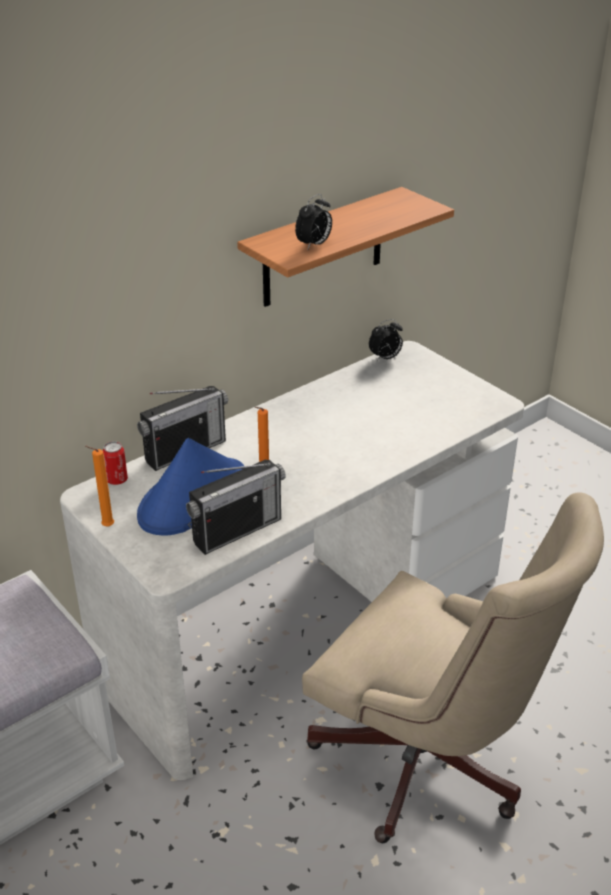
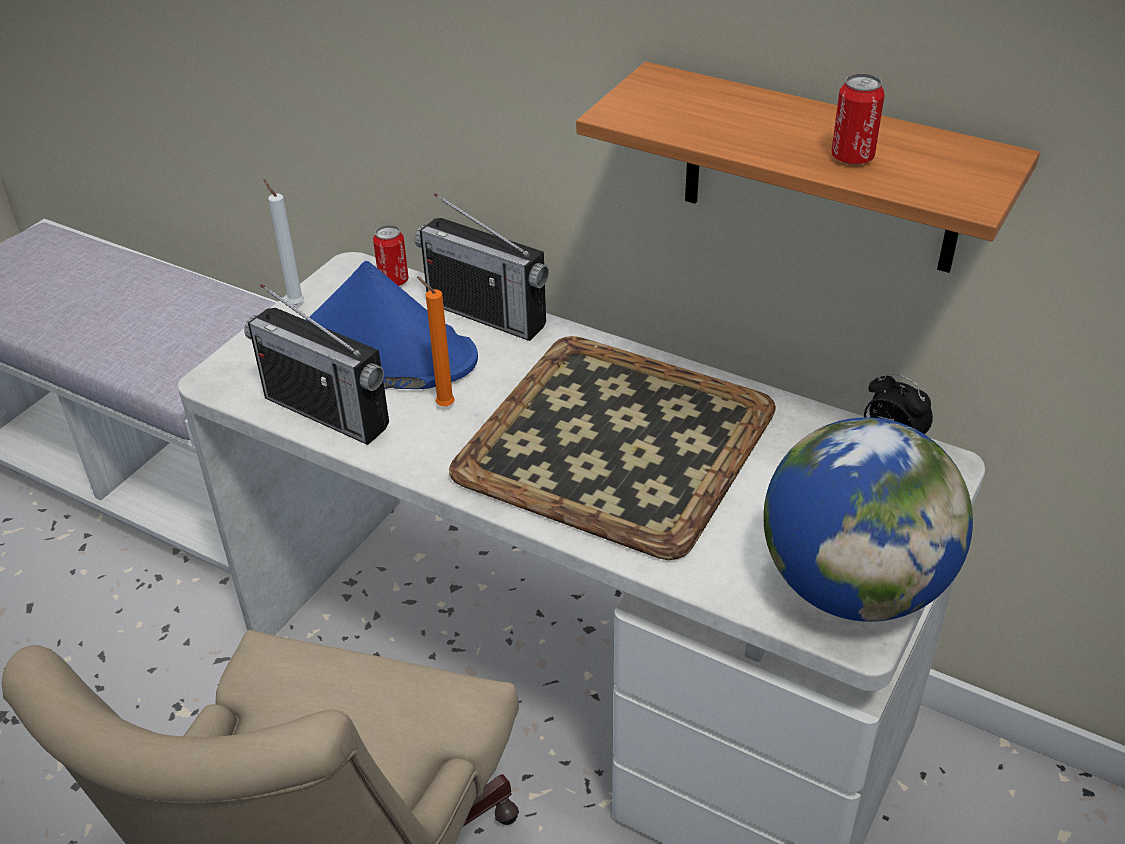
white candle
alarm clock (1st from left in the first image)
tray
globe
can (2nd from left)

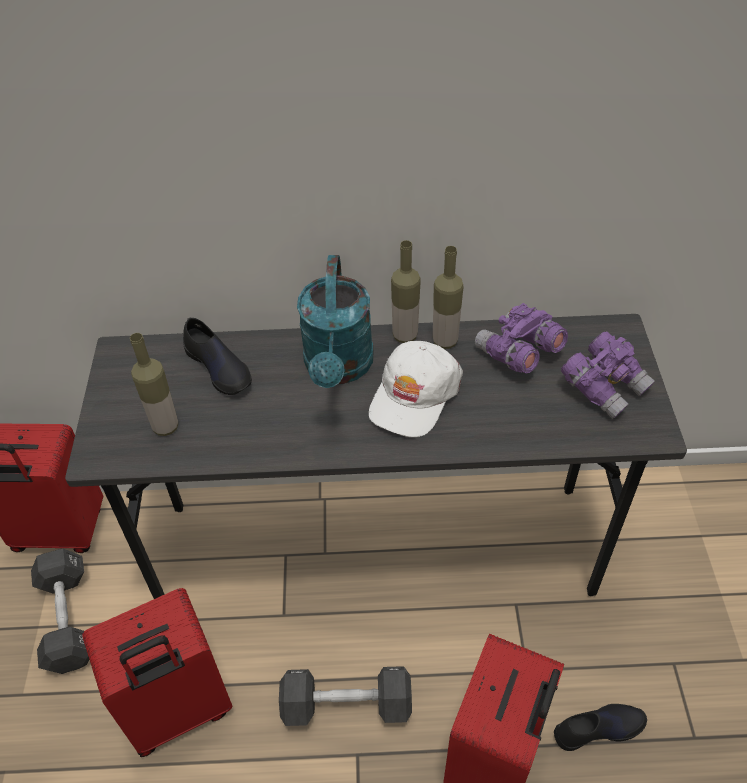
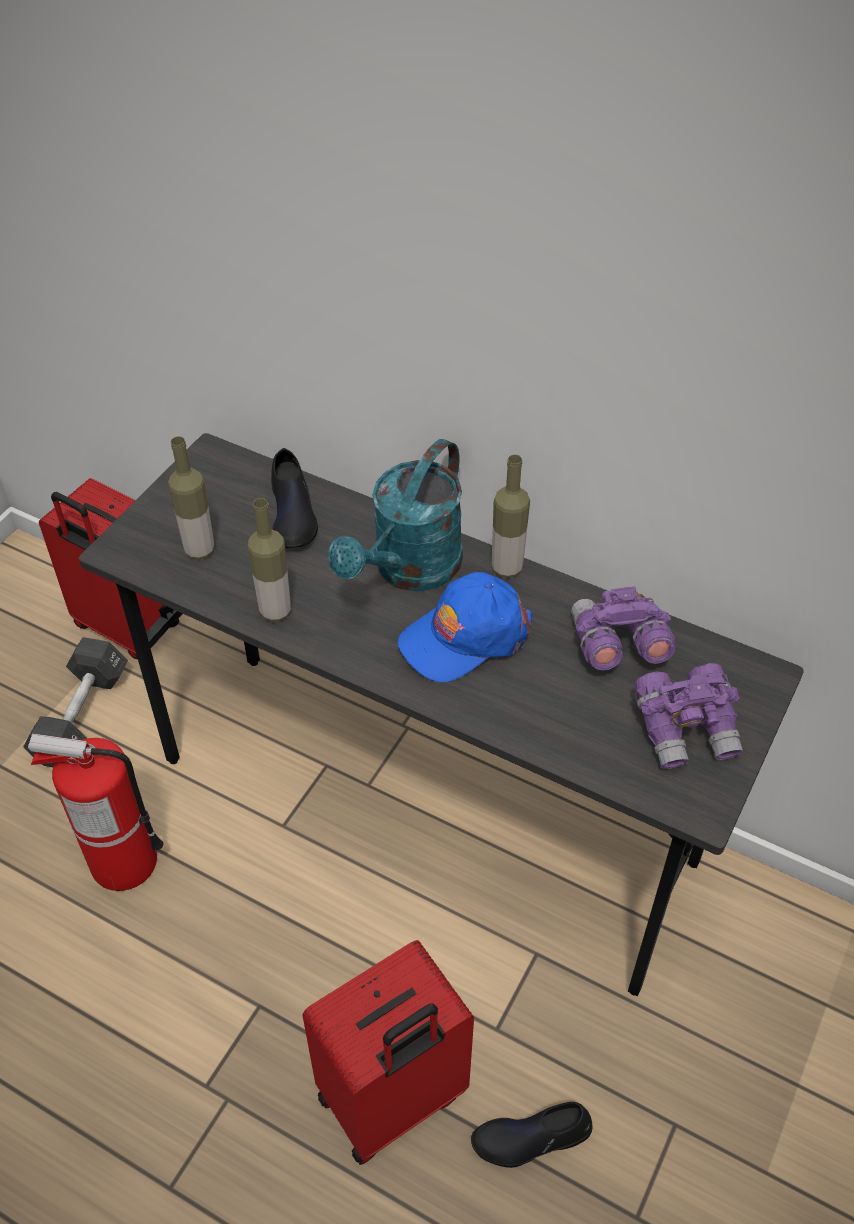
fire extinguisher
black dumbbell (2nd from left in the first image)
blue cap
bottle (2nd from left)
black shoe (2nd from left)

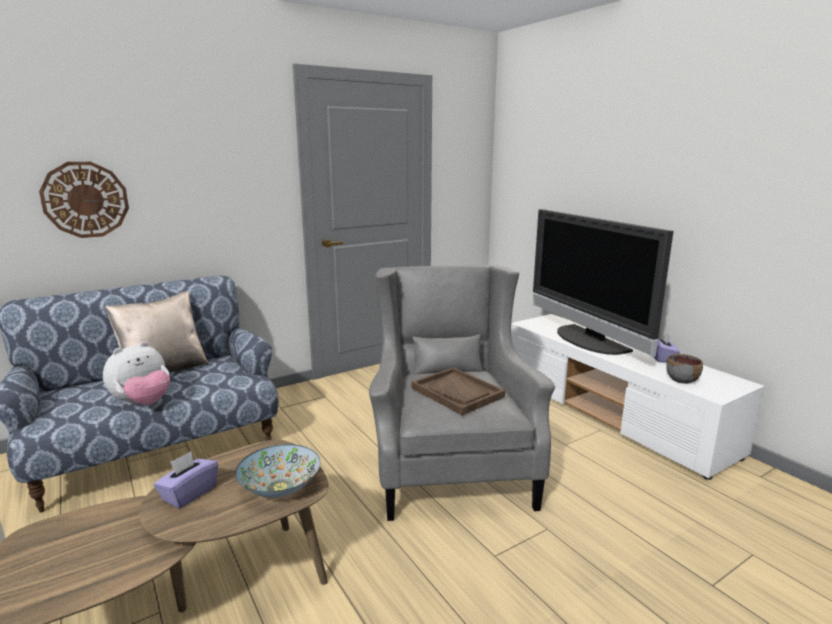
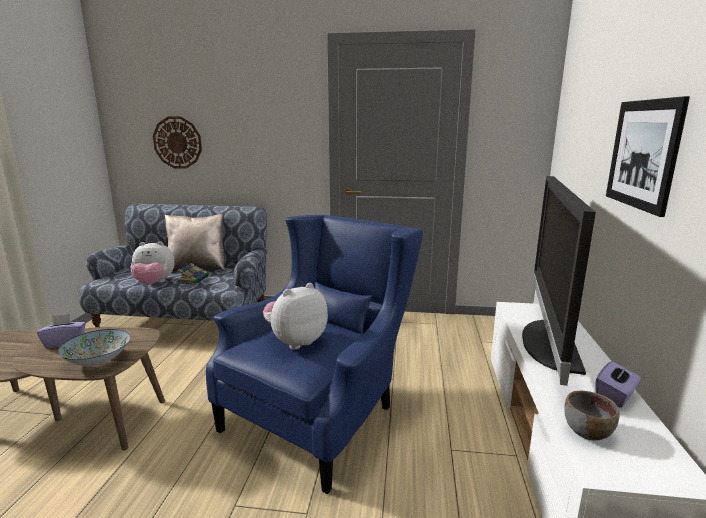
blue armchair
plush toy (2nd from left)
book
picture

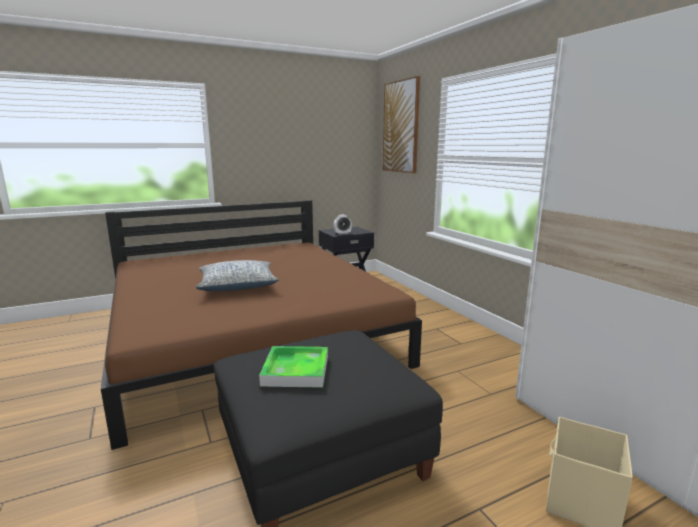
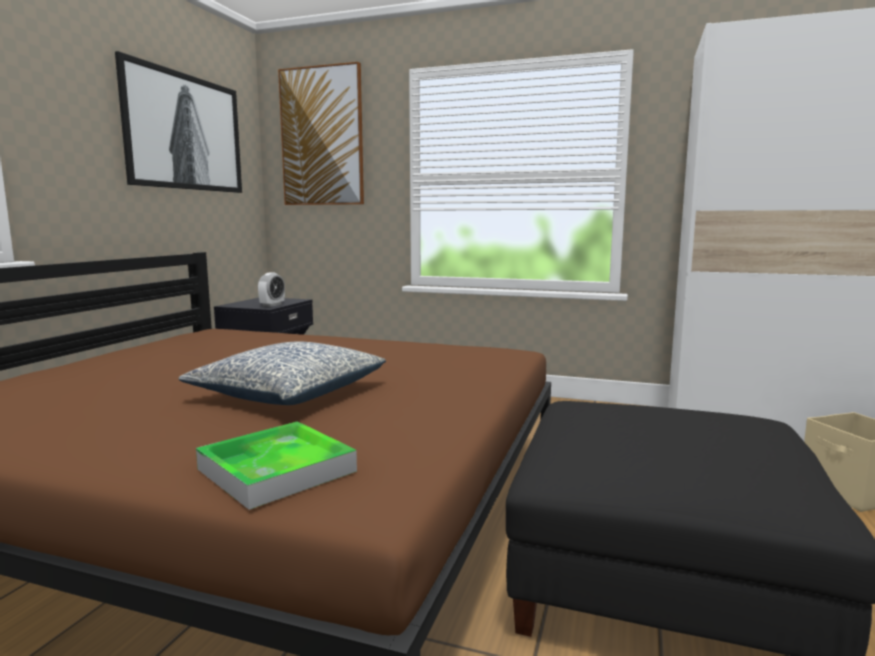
tray
picture (1st from left)

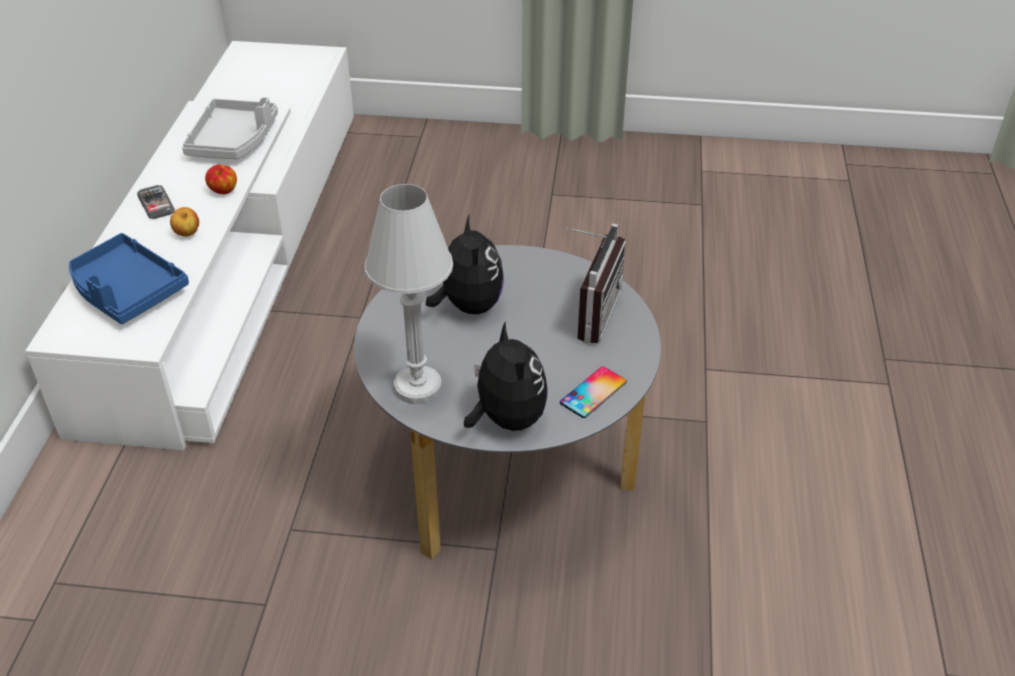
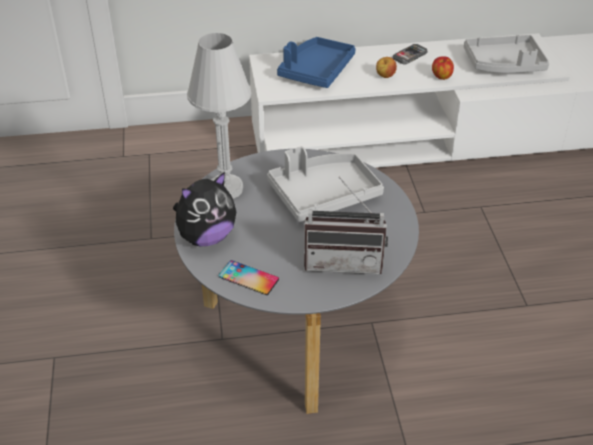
grey tray (1st from left)

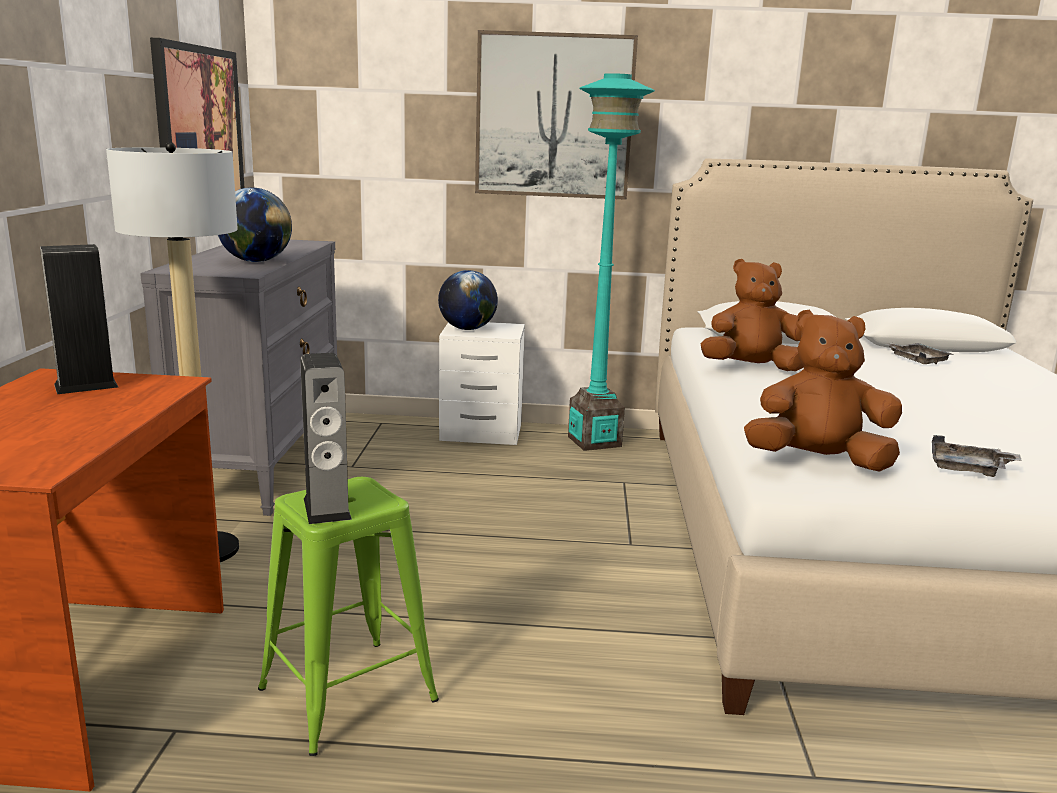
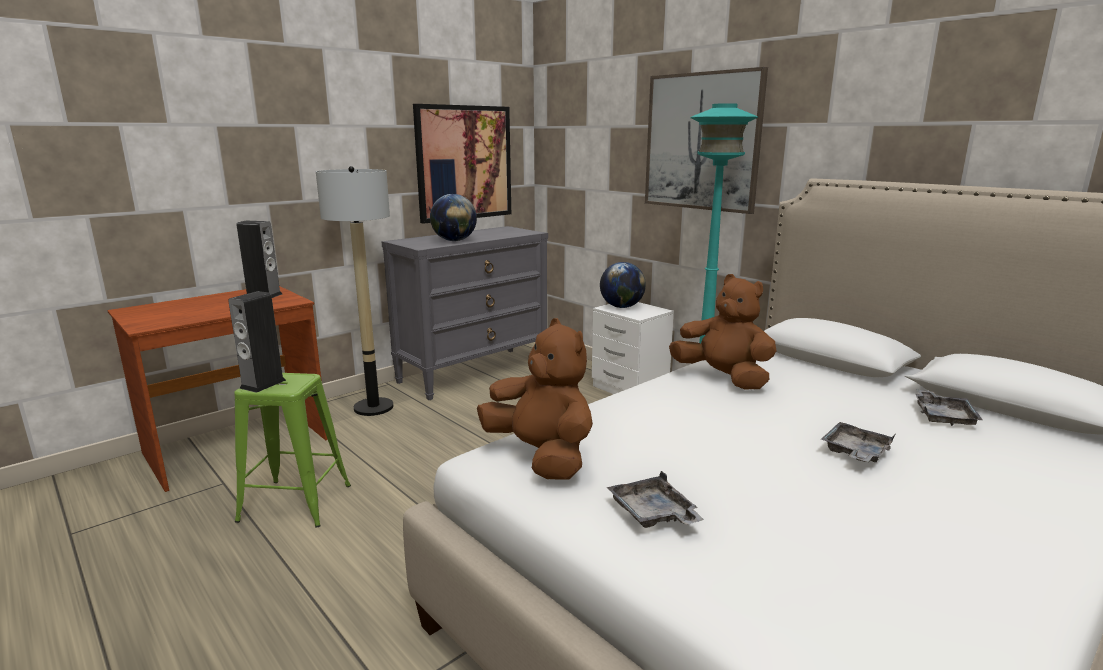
grey tray (2nd from left)

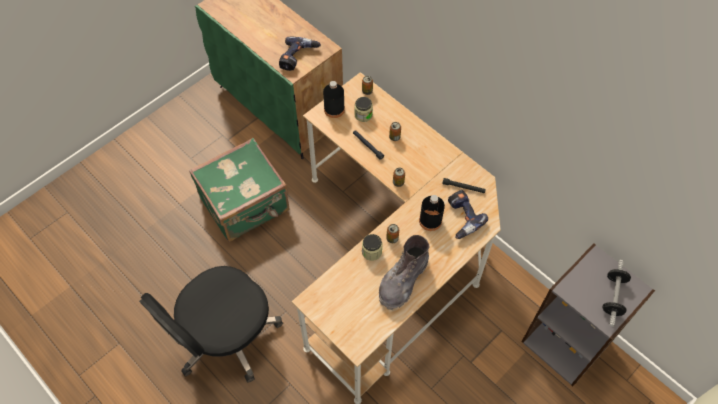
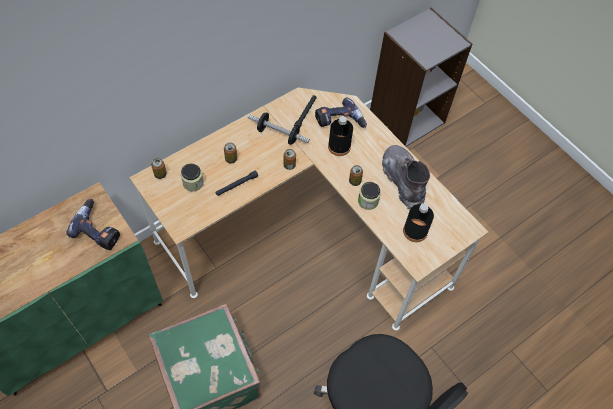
black bottle (2nd from left)
grey boot
dumbbell

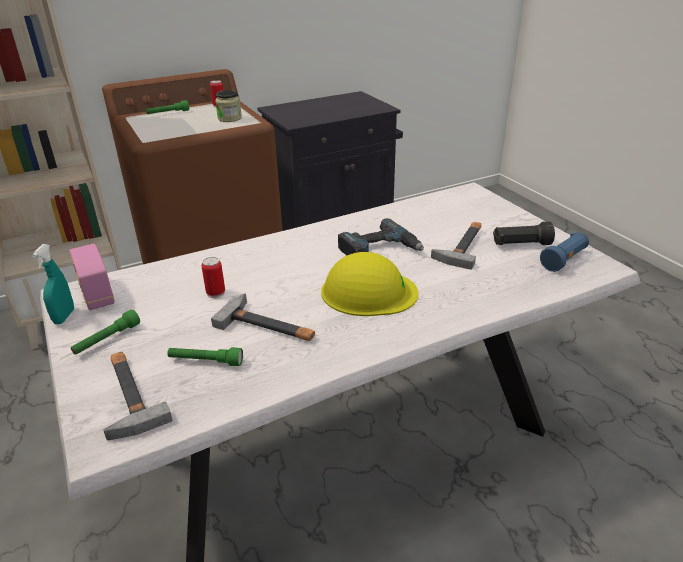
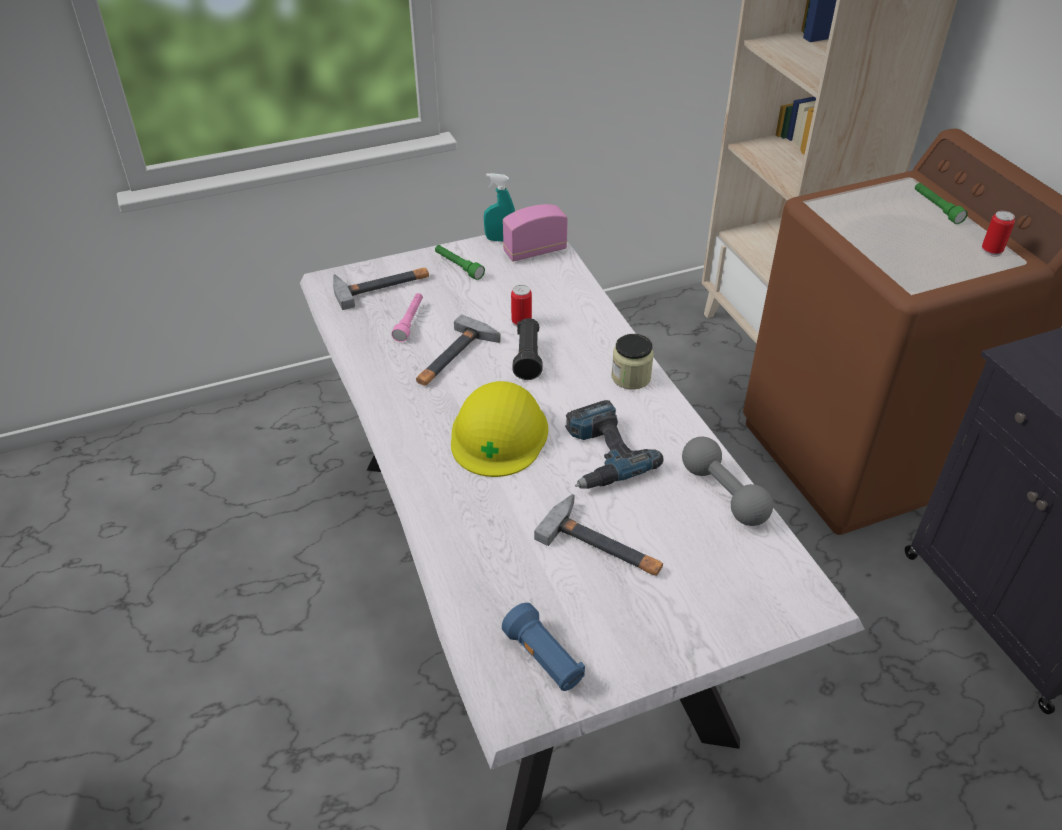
pink flashlight
jar
black flashlight
grey dumbbell

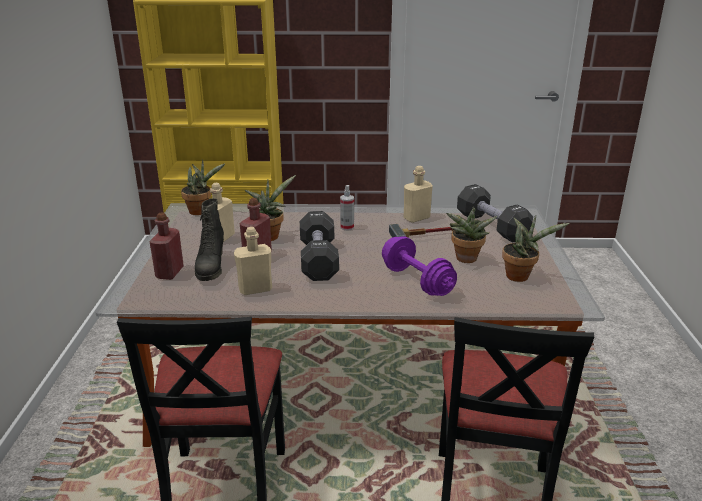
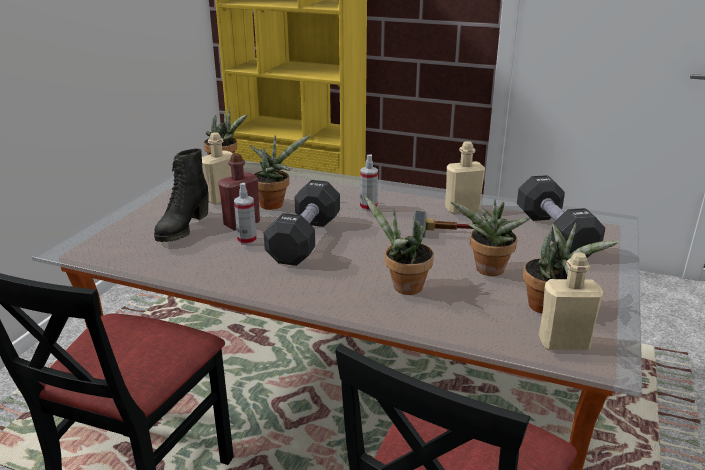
red bottle (1st from left in the first image)
beige bottle (3rd from left)
potted plant (3rd from left)
spray bottle (1st from left)

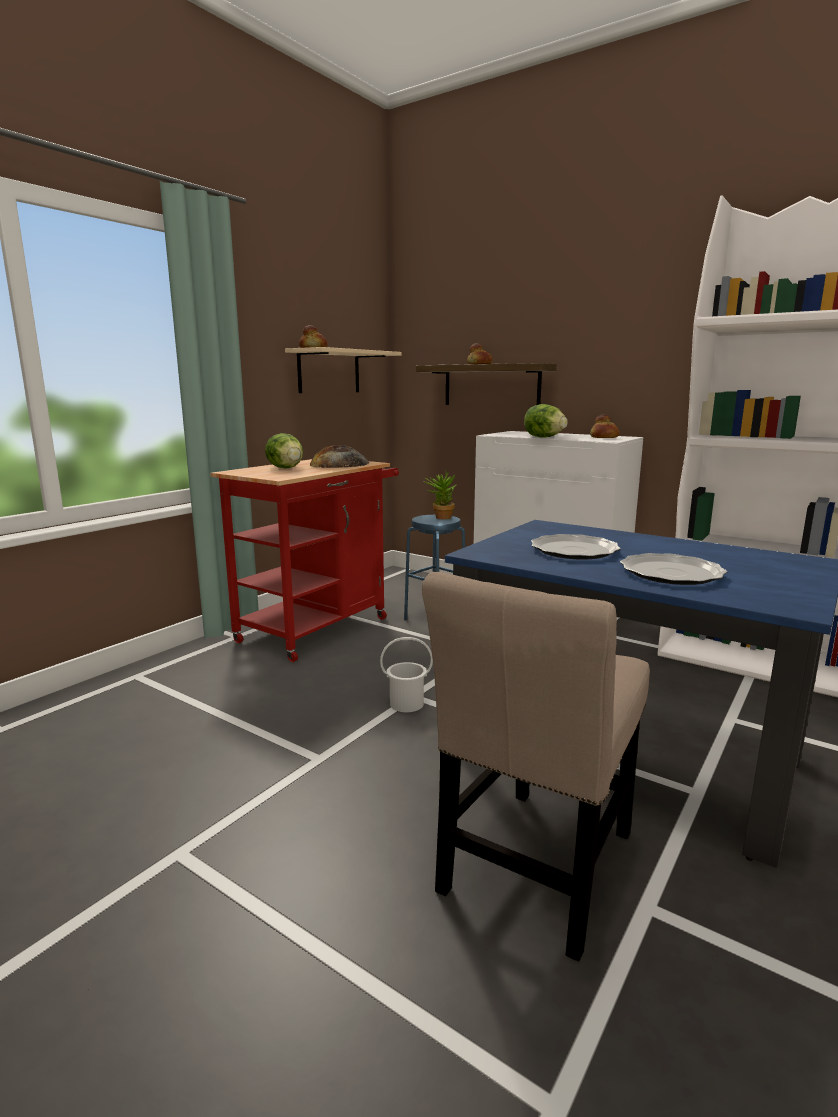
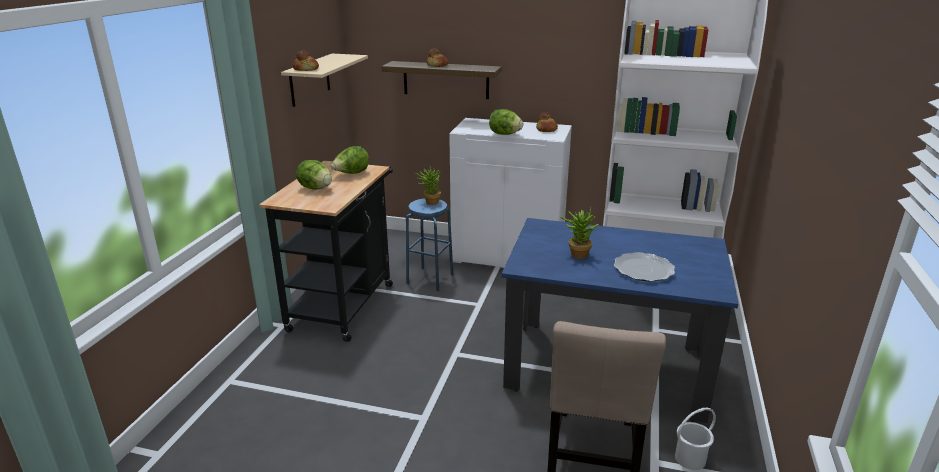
black cart
lettuce (2nd from left)
white bucket
potted plant (2nd from left)

